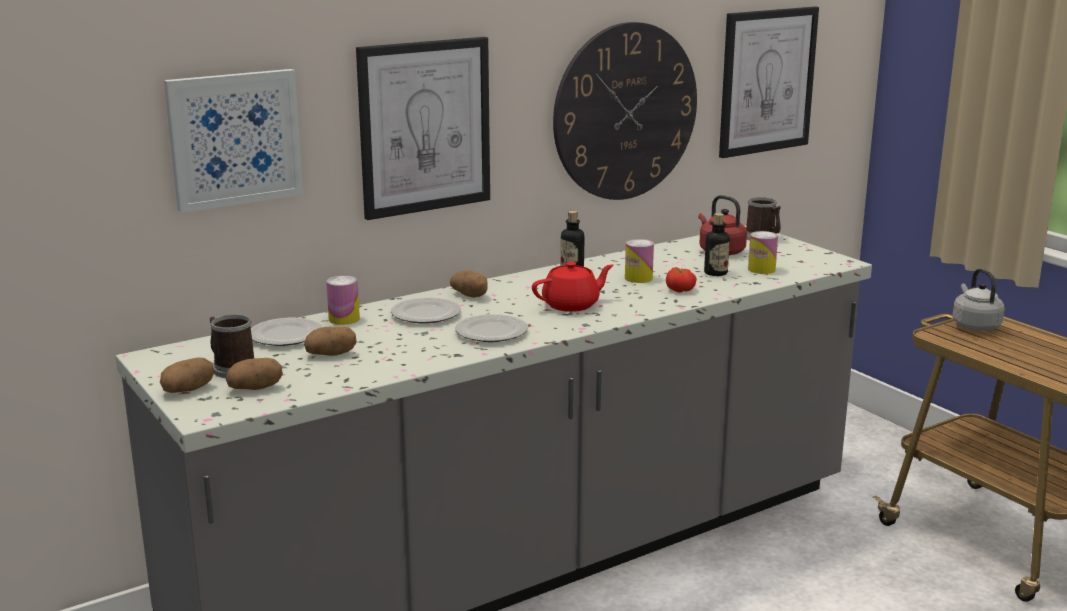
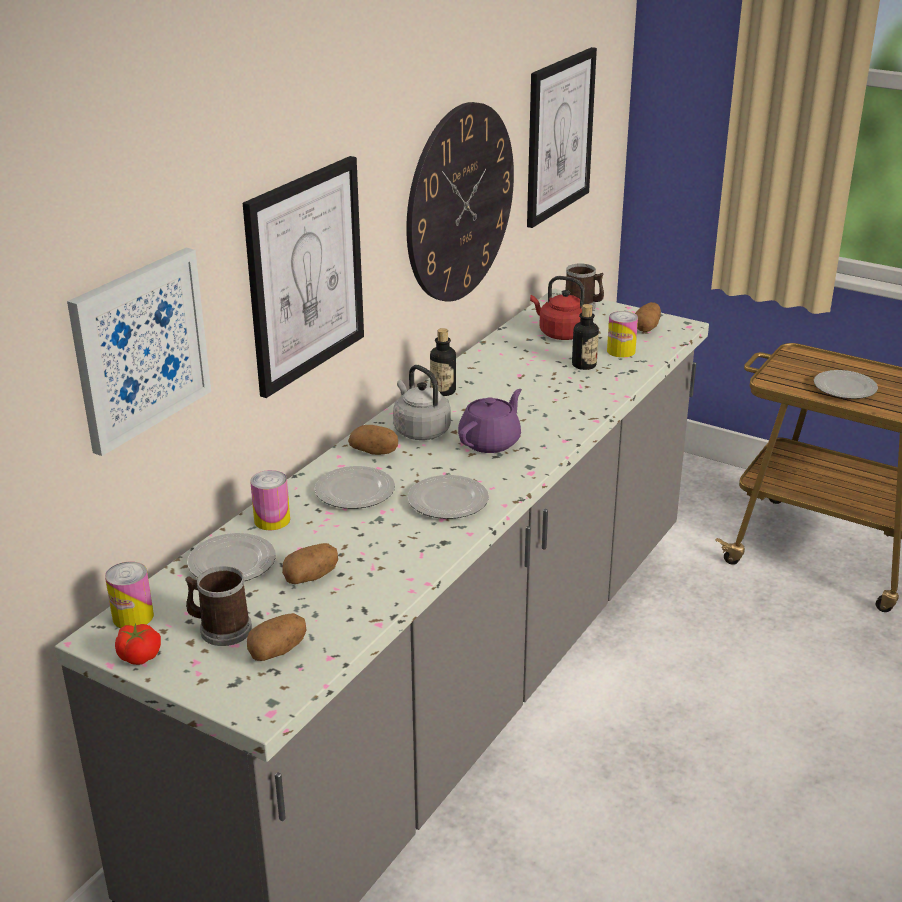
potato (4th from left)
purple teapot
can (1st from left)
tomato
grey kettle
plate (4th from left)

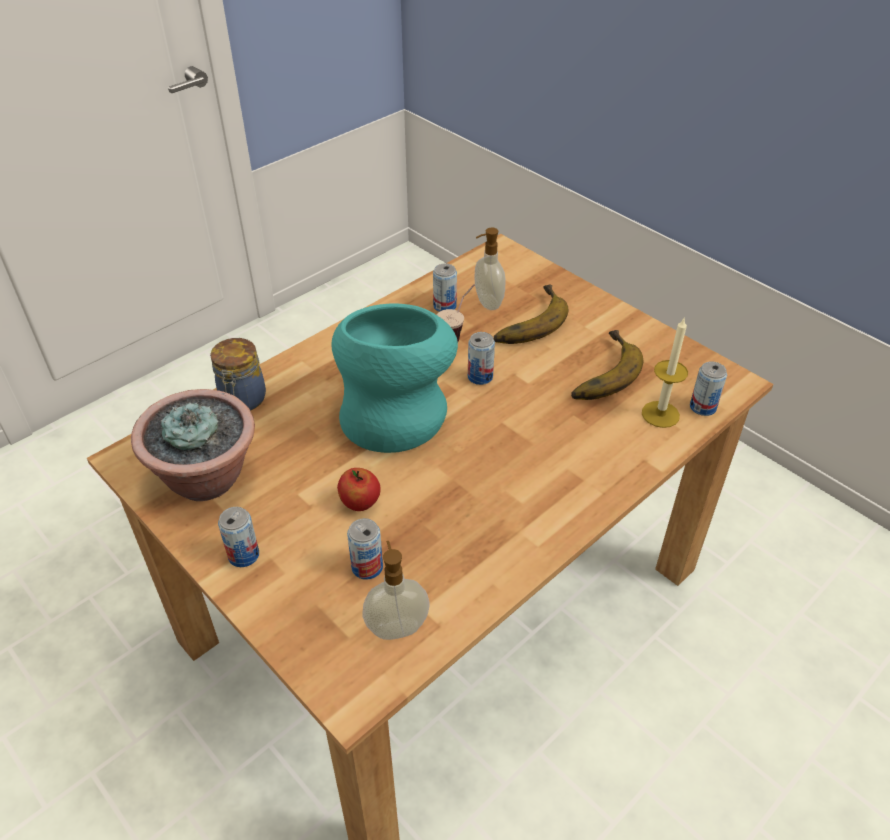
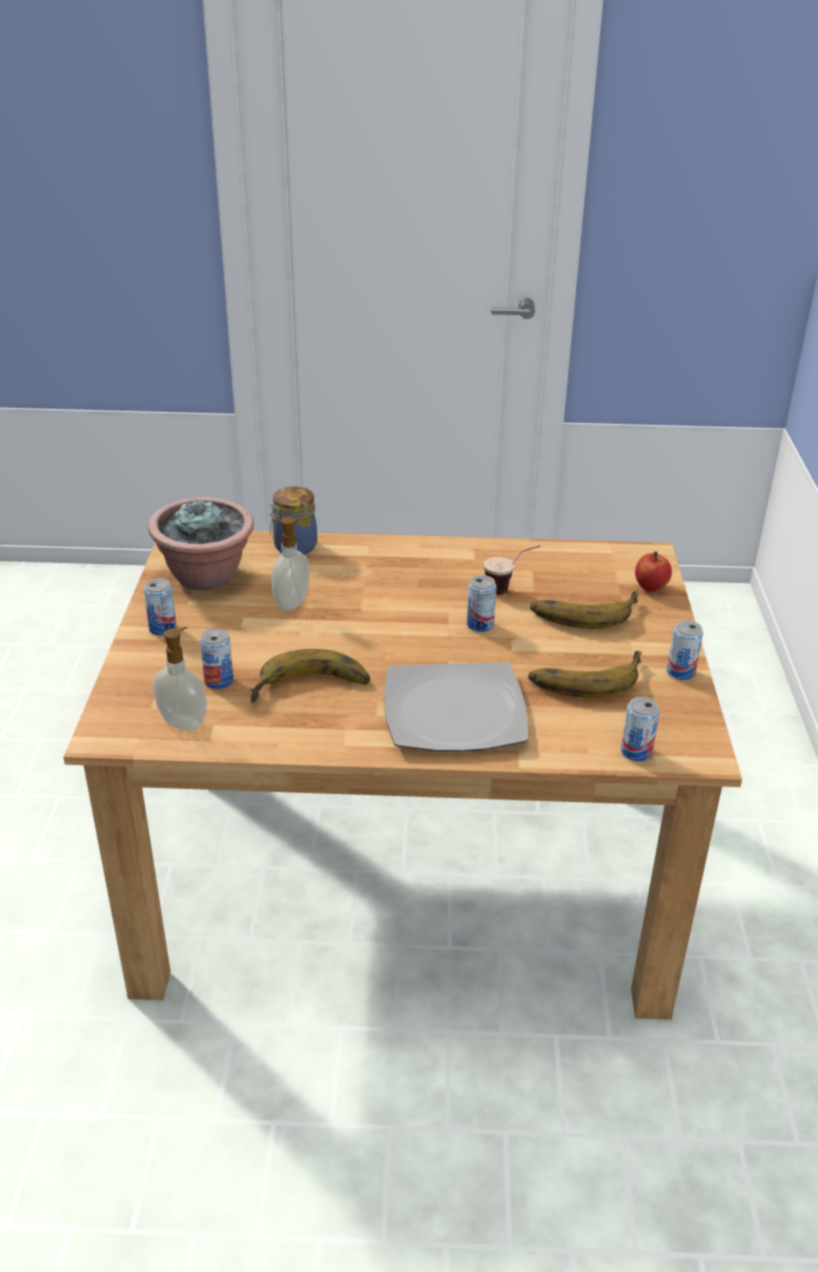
turquoise vase
apple
can (5th from left)
soap dispenser (2nd from left)
candle
banana (1st from left)
plate

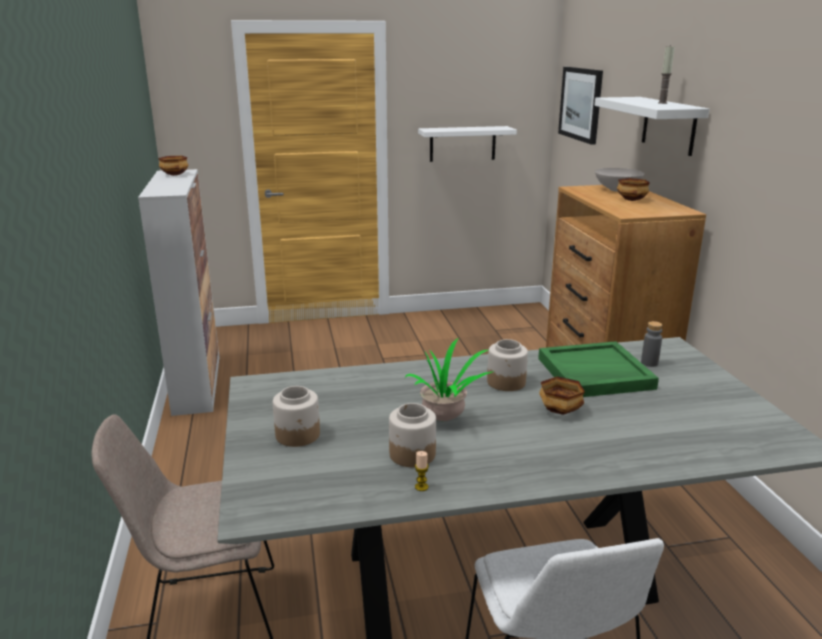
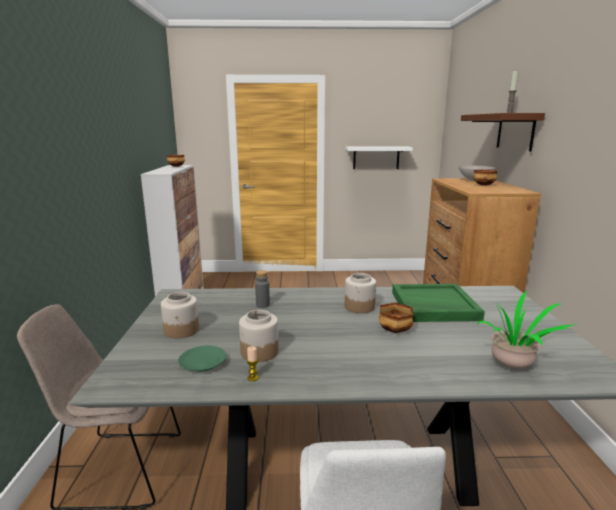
potted plant
picture
brown shelf
grey bottle
green plate

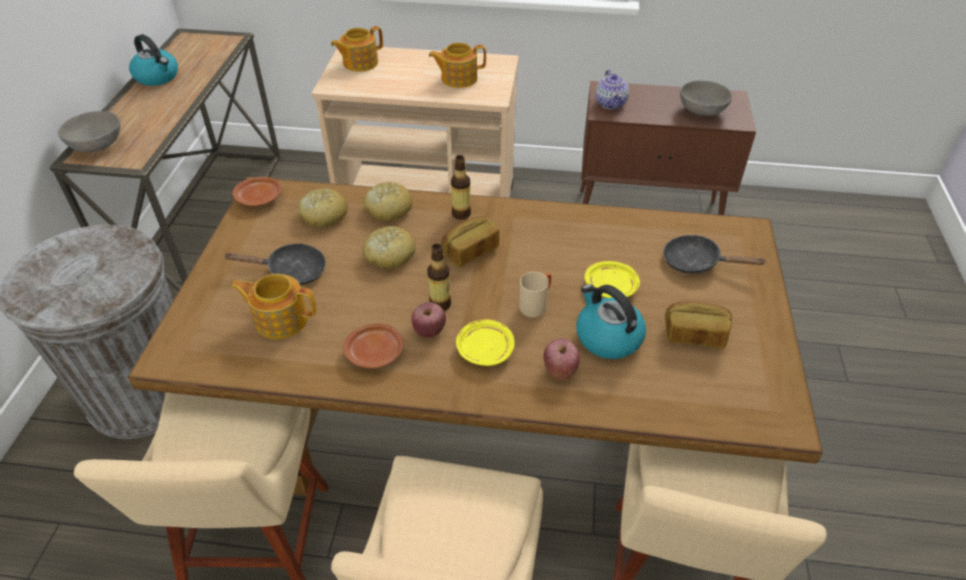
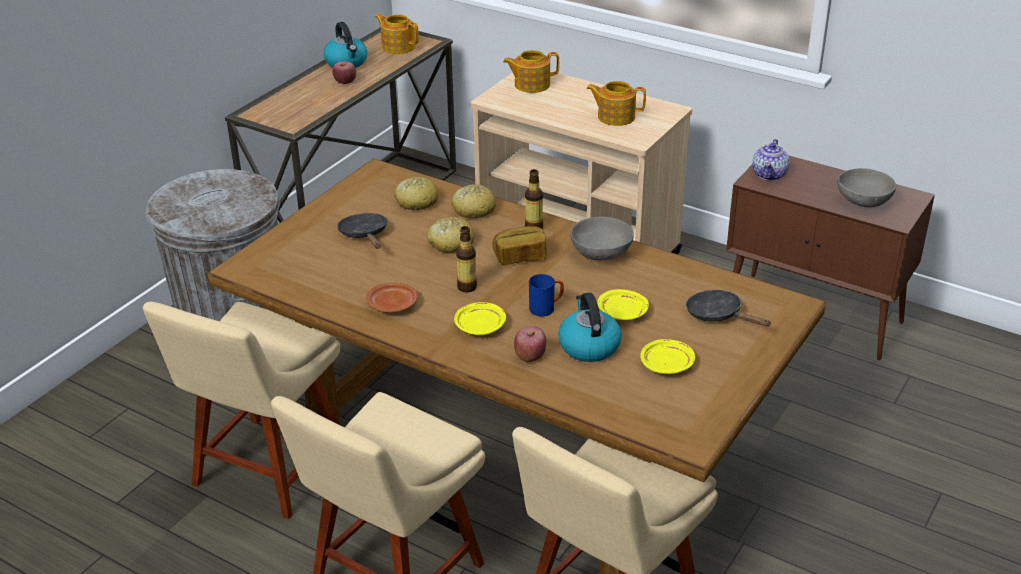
grey bowl (1st from left)
black frying pan (1st from left)
teapot (1st from left)
brown plate (1st from left in the first image)
apple (1st from left)
blue mug
yellow plate (3rd from left)

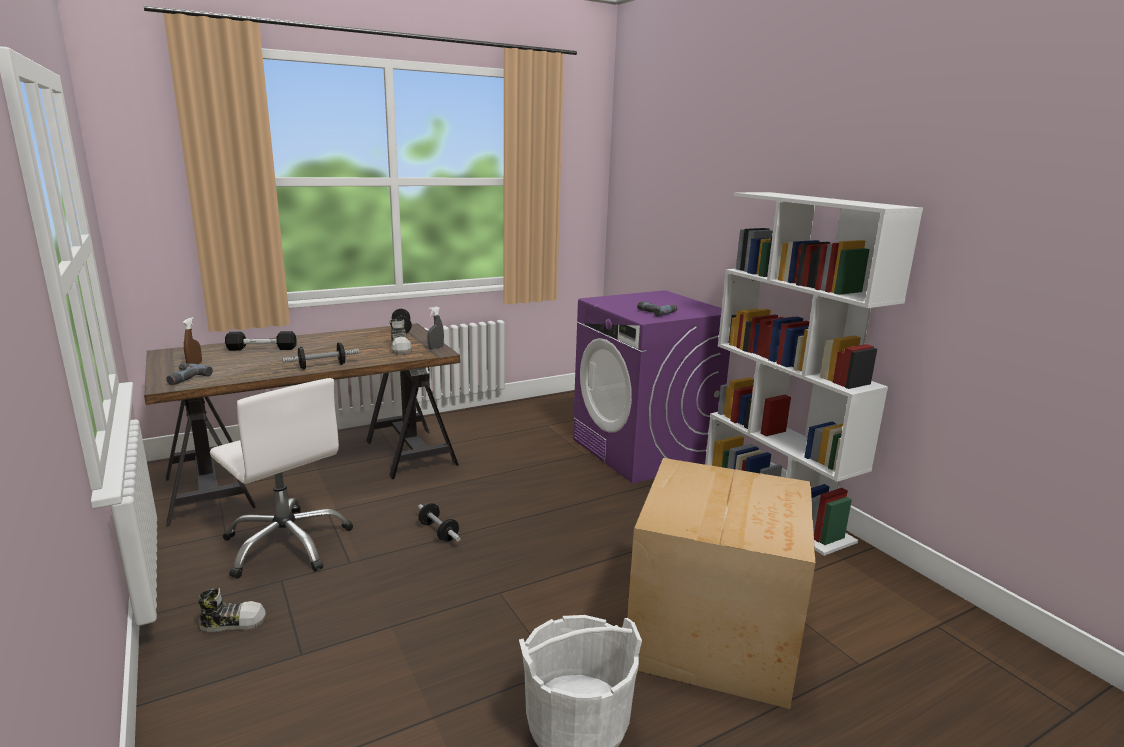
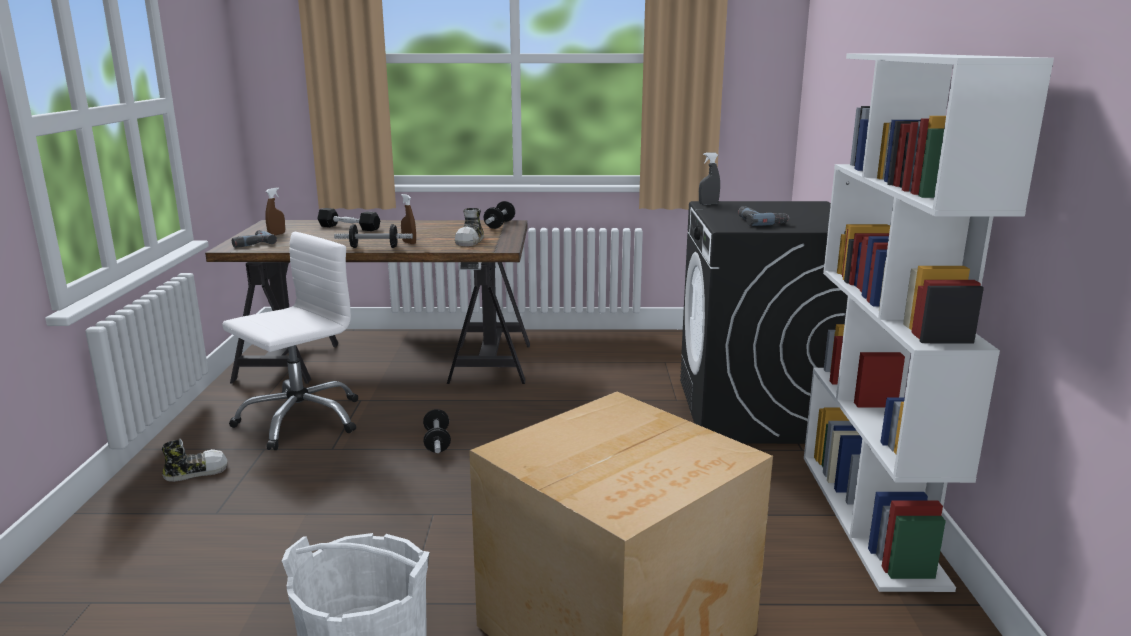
shoe (1st from left)
white office chair
grey spray bottle
black washing machine
brown spray bottle (2nd from left)

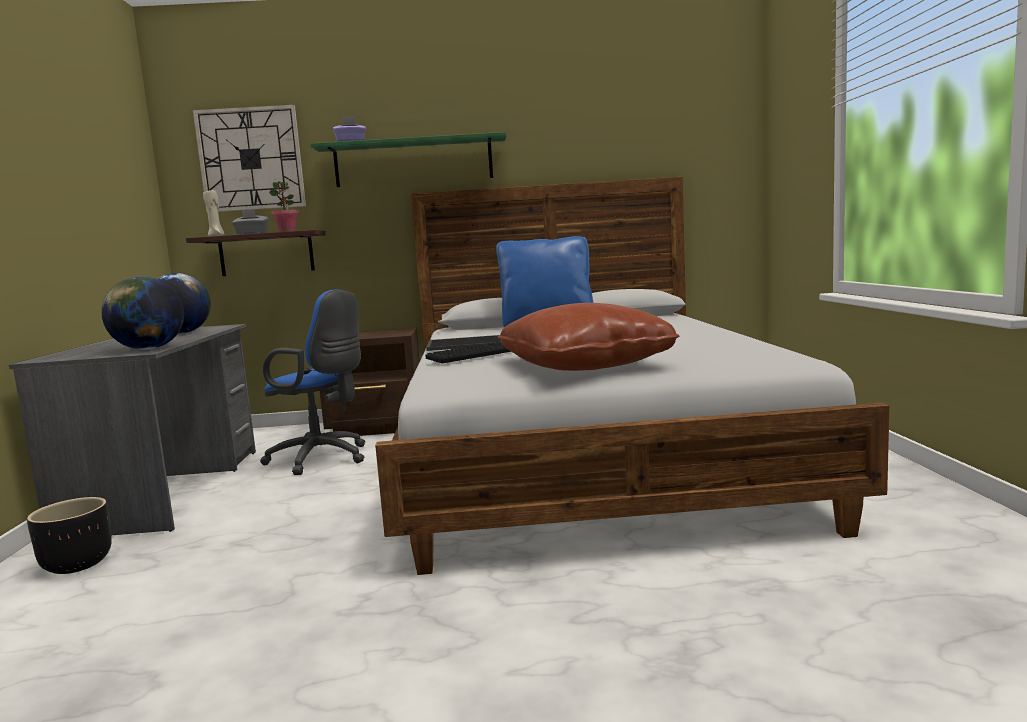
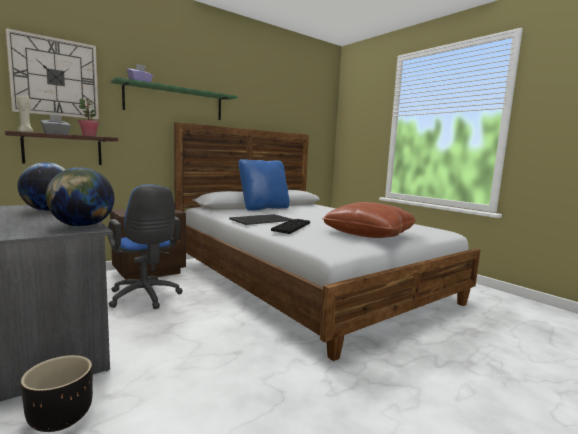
blue office chair

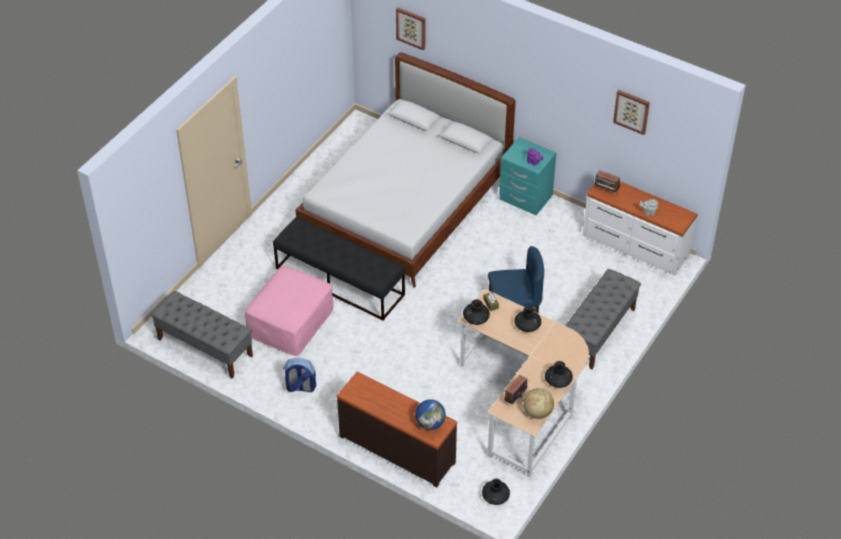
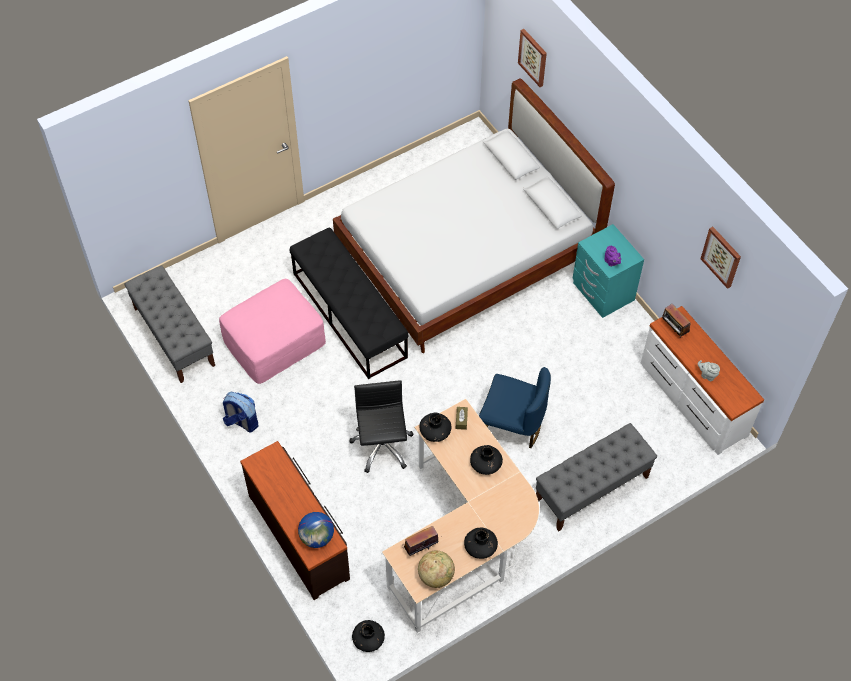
black office chair

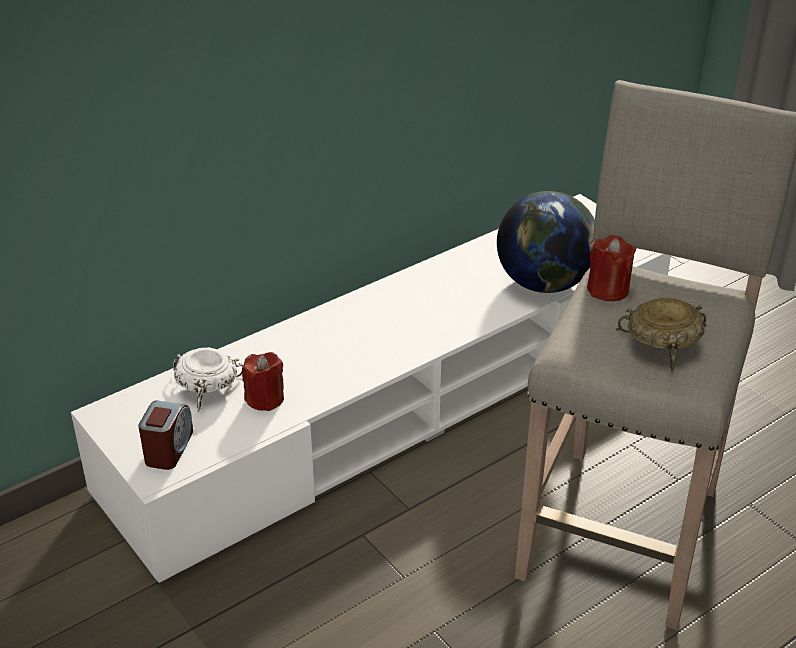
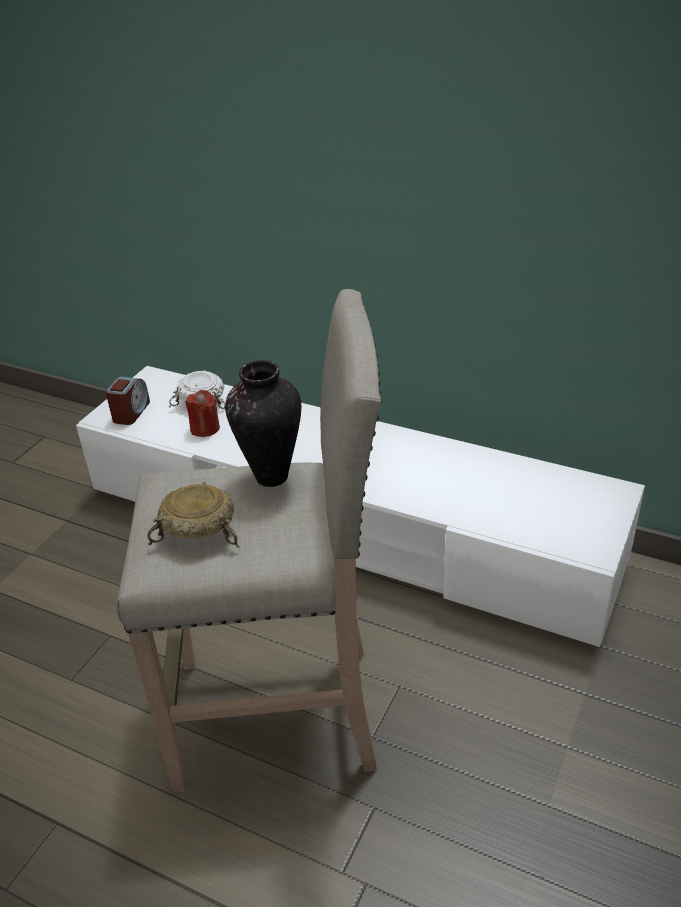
alarm clock
globe
vase

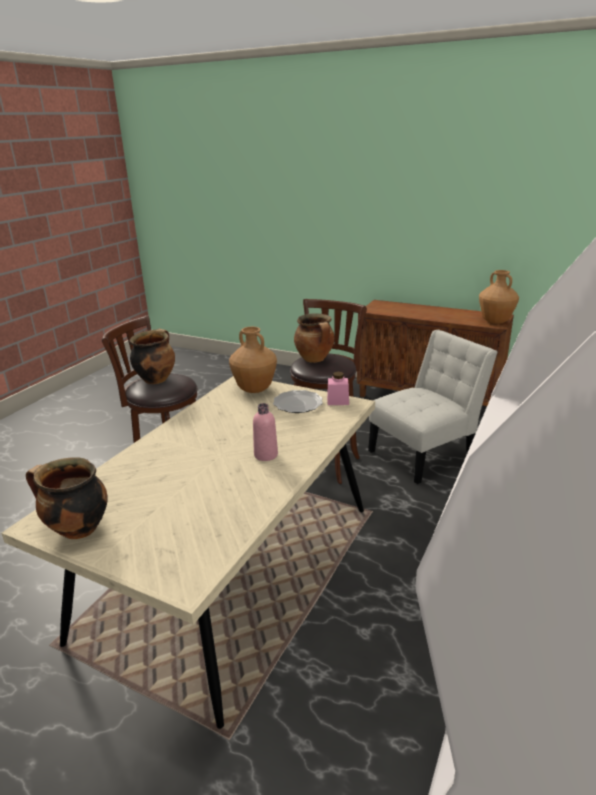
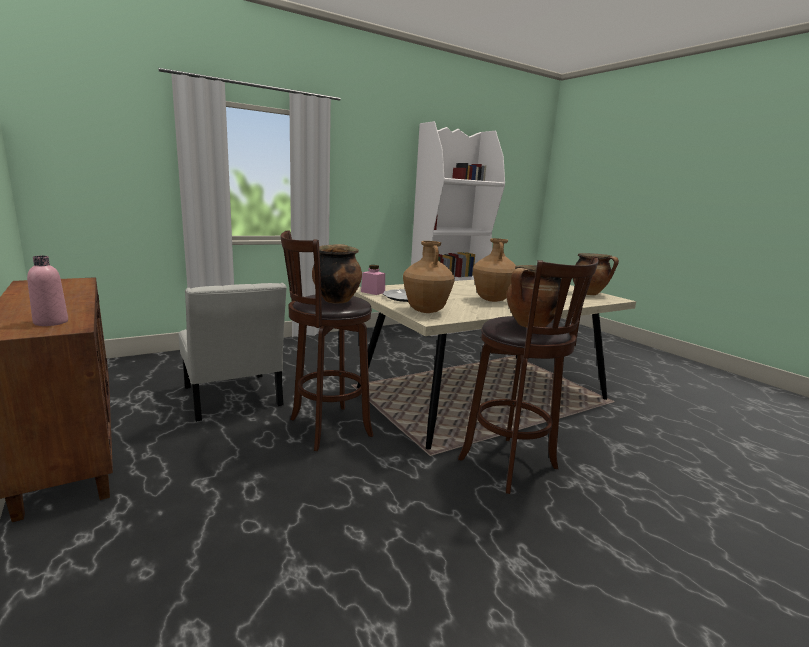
pink bottle
white chair
brown vase (2nd from left)

